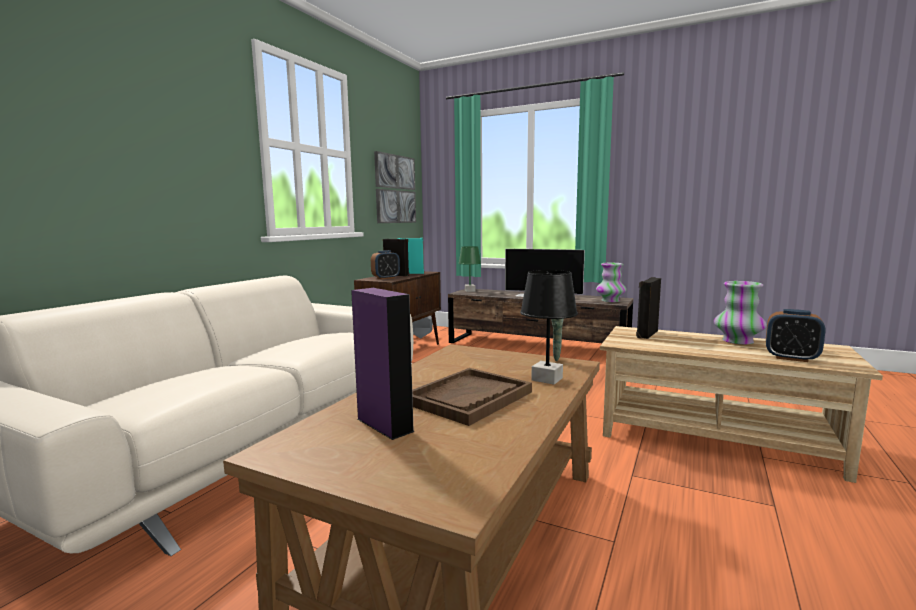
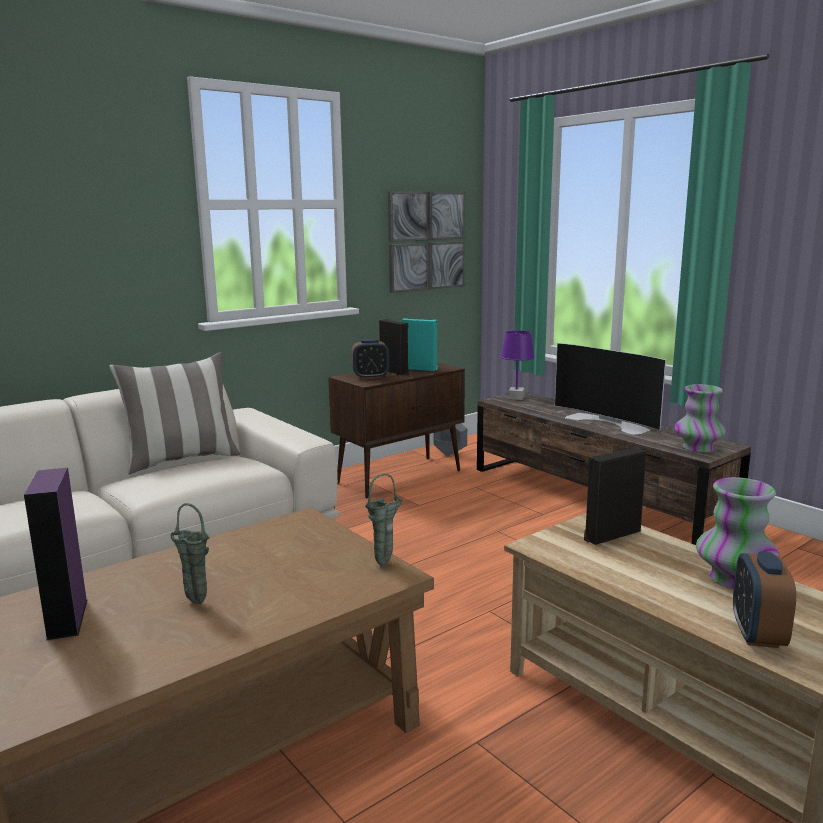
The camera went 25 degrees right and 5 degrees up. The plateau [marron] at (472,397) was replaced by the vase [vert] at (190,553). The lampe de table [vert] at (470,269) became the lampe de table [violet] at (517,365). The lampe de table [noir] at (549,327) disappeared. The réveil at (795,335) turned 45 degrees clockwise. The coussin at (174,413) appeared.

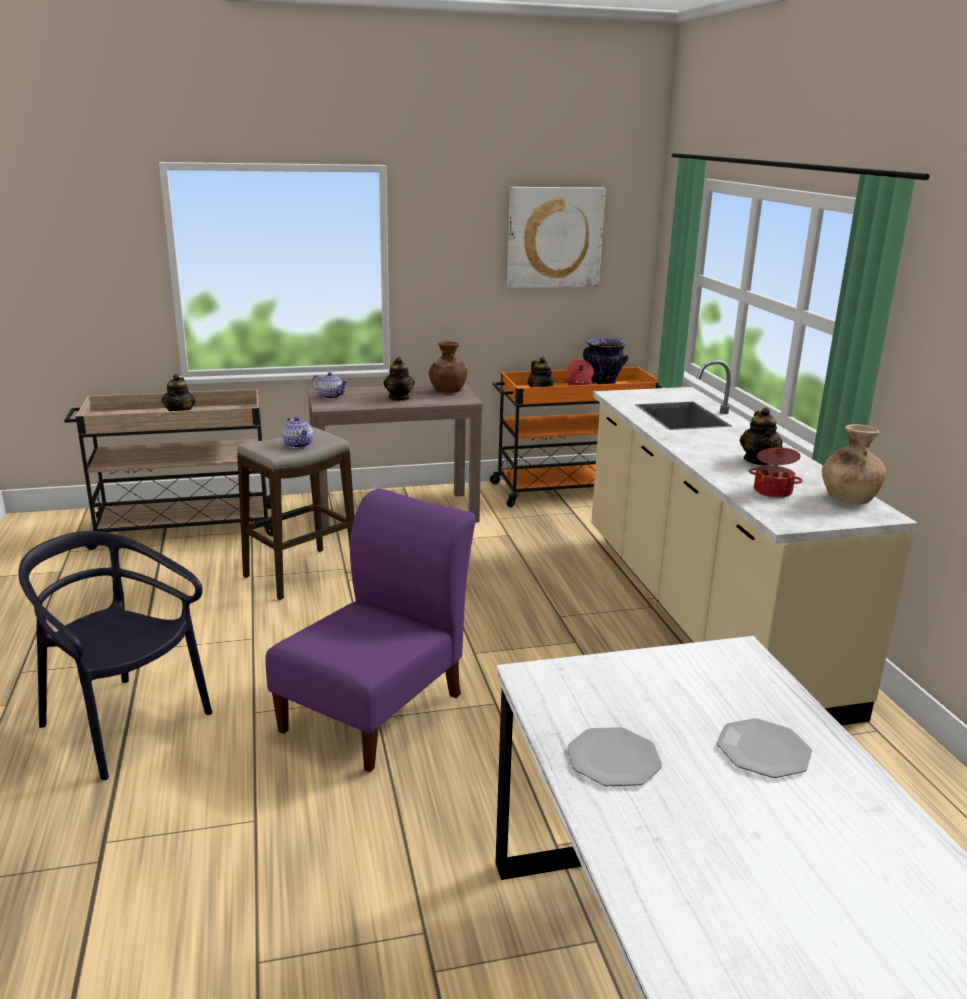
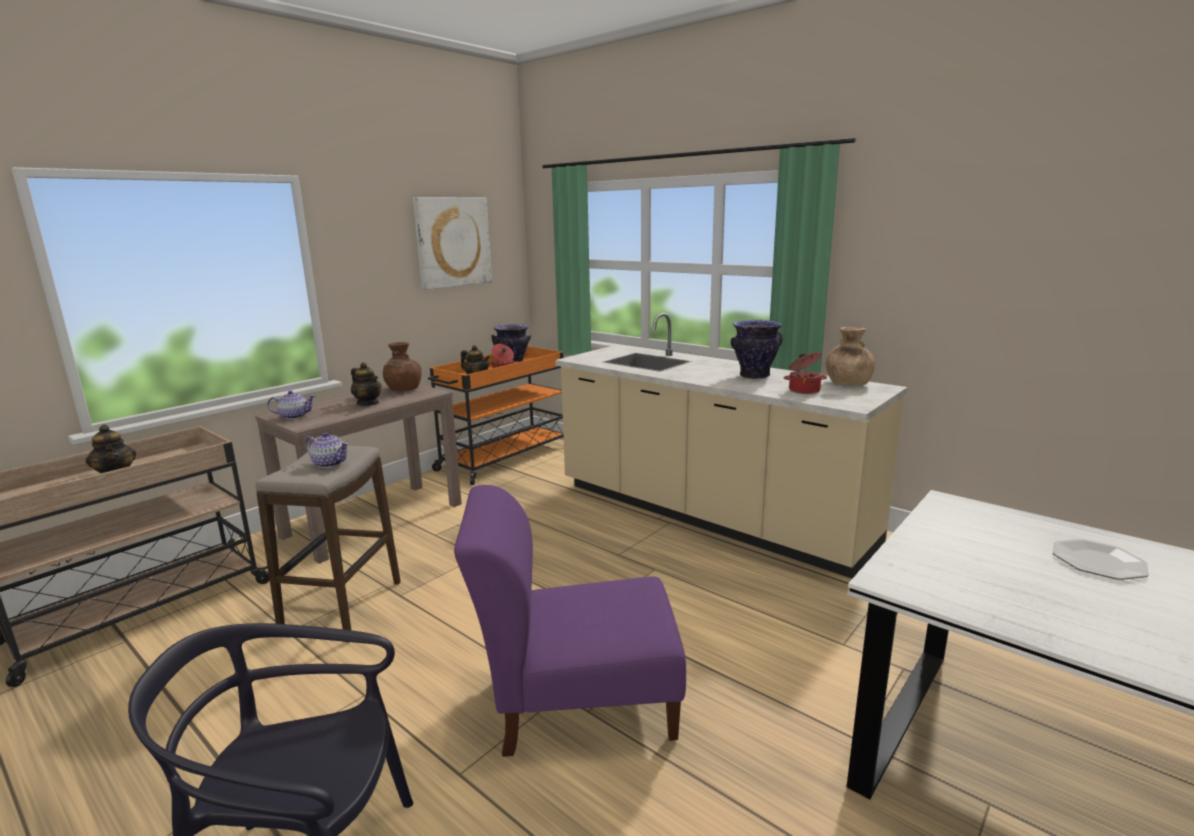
The camera went 35 degrees left and 5 degrees down. The chaise [violet] at (370,631) turned 90 degrees counterclockwise. The assiette at (614,756) disappeared. The théière at (761,436) was replaced by the vase at (757,349).

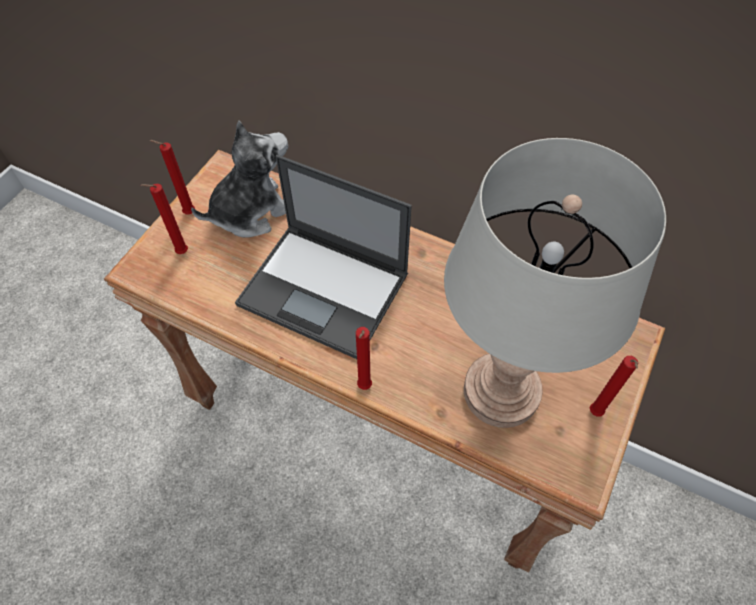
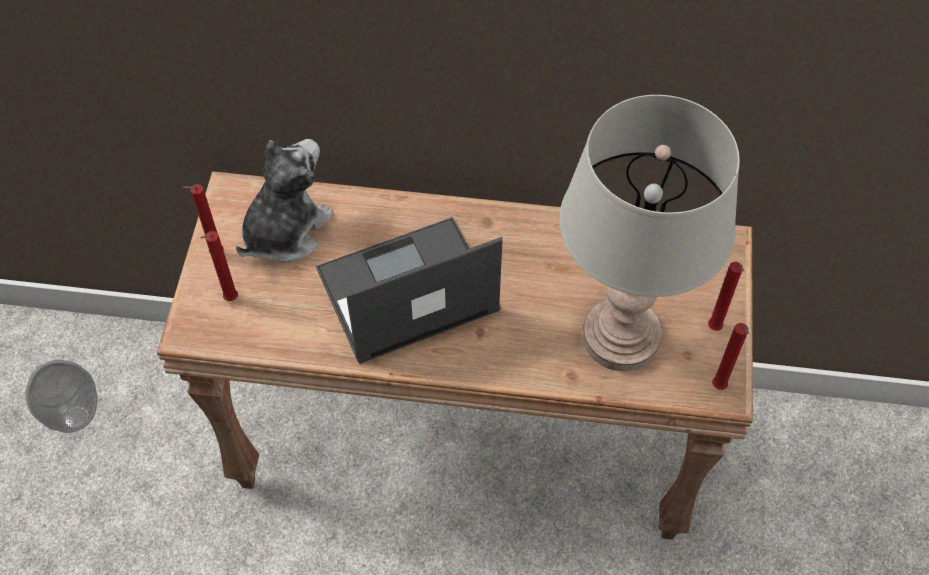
The camera went 20 degrees left and 0 degrees up. The ordinateur portable at (323,257) turned 150 degrees clockwise. The bougie [rouge] moved from (364,358) to (730,356). The vase at (61,396) appeared.

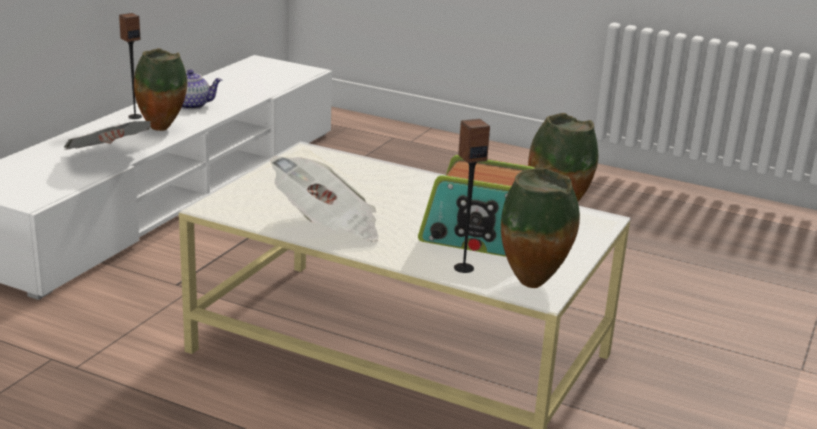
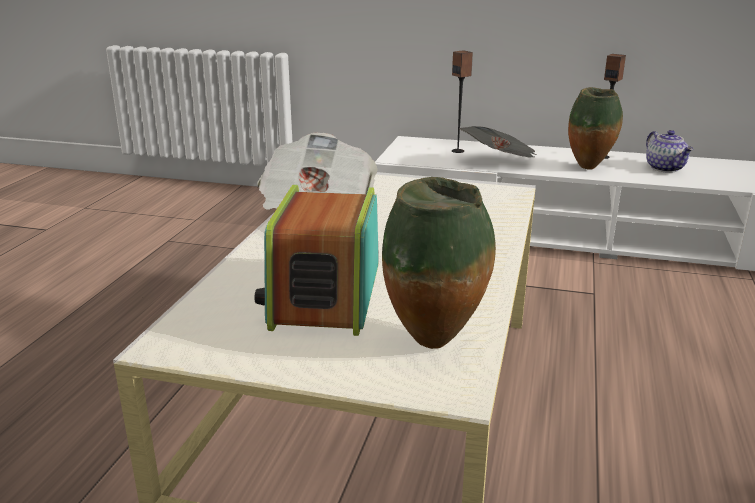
The camera went 80 degrees right and 0 degrees up. The enceinte moved from (472,196) to (462,101). The vase at (540,228) disappeared.

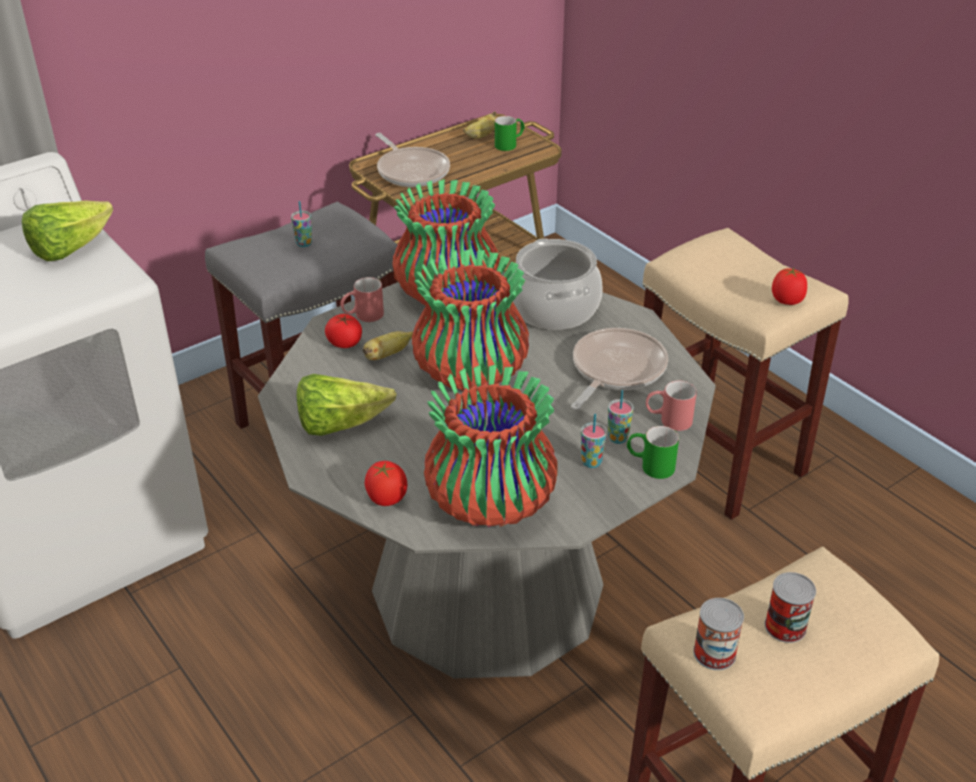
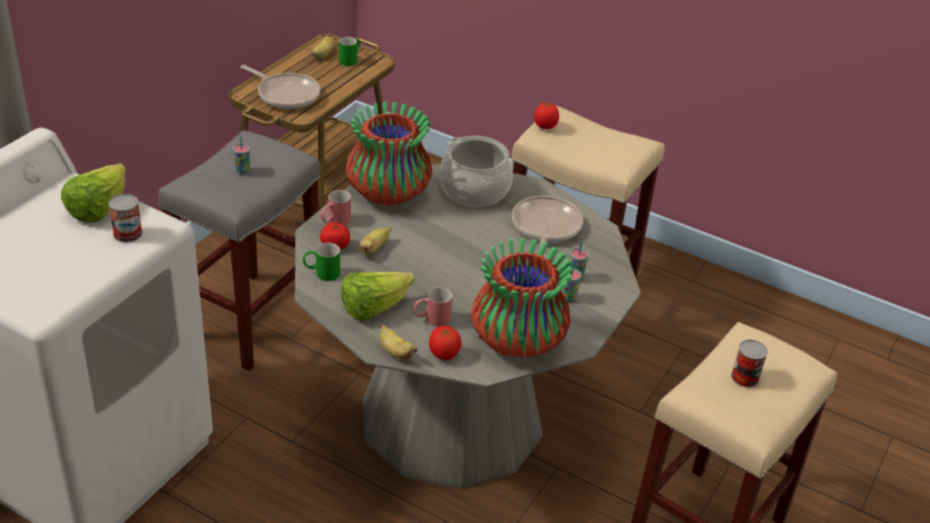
The camera went 25 degrees left and 0 degrees up. The vase at (470,320) disappeared. The mug [vert] moved from (653,452) to (321,262). The mug [rouge] moved from (671,406) to (433,307). The boîte métallique moved from (718,634) to (125,218). The tomate moved from (789,286) to (546,115). The banane at (398,342) appeared.

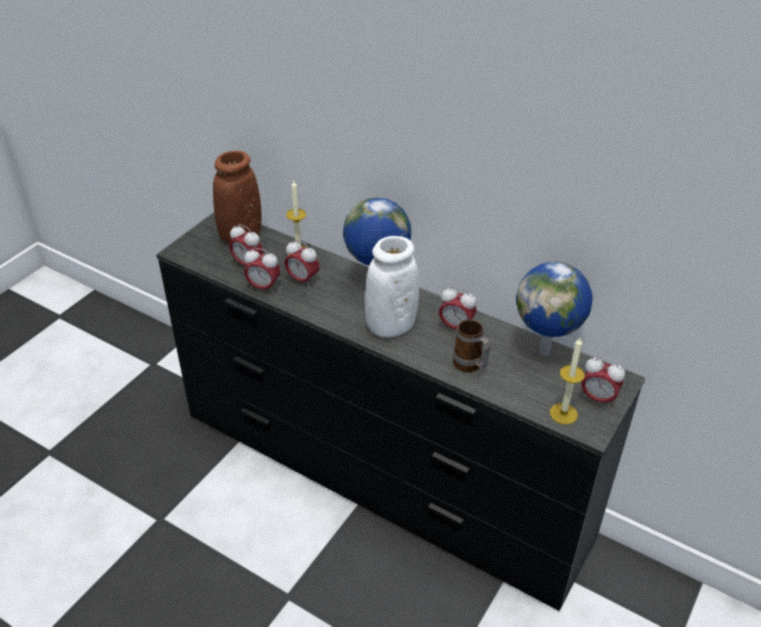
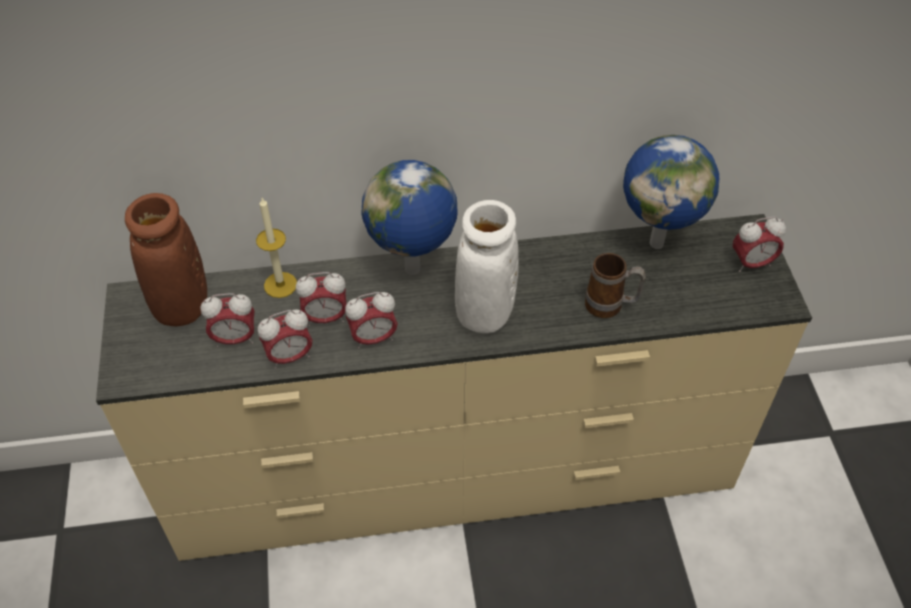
The camera went 40 degrees left and 10 degrees up. The commode [noir] at (401,411) became the commode [beige] at (454,387). The réveil moved from (458,307) to (371,320). The bougie at (567,381) disappeared.

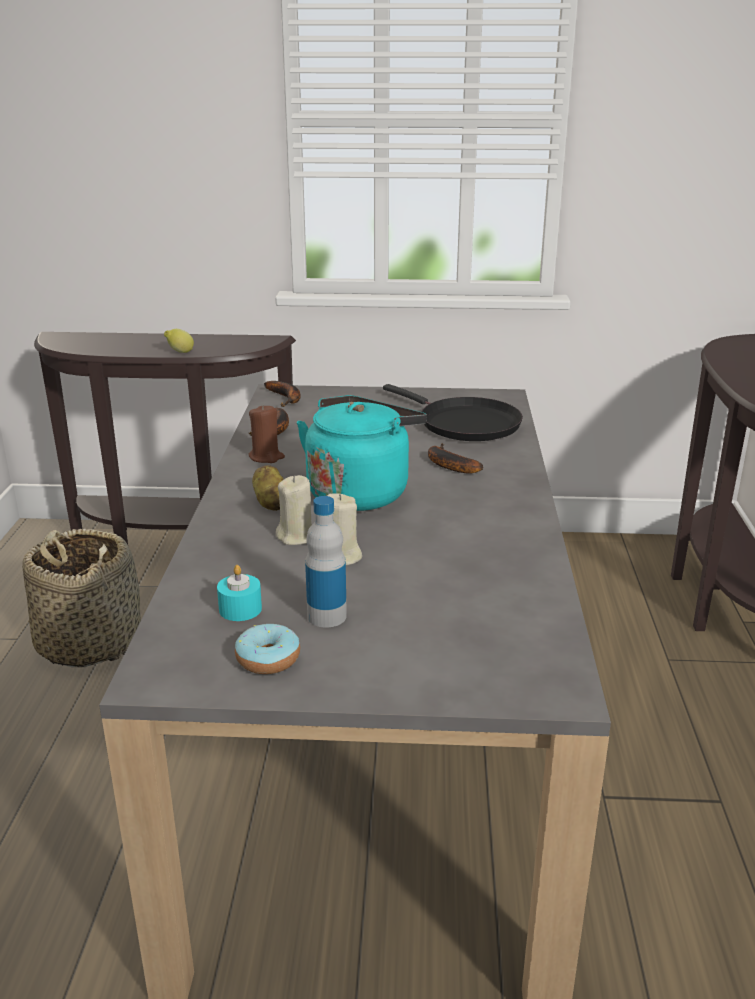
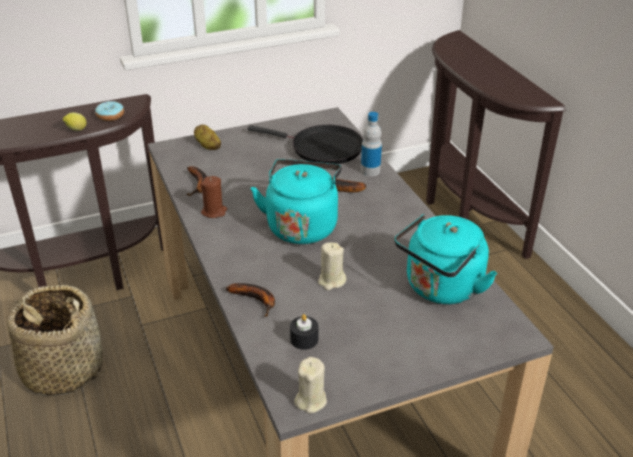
The camera went 25 degrees left and 10 degrees up. The bougie [turquoise] at (239,593) became the bougie [noir] at (304,332). The beignet moved from (267,649) to (109,111). The pomme de terre moved from (268,488) to (207,137). The banane moved from (282,394) to (250,300). The bougie [beige] moved from (294,510) to (310,385). The bouteille moved from (326,562) to (371,144). The bouilloire [turquoise] at (445,259) appeared.

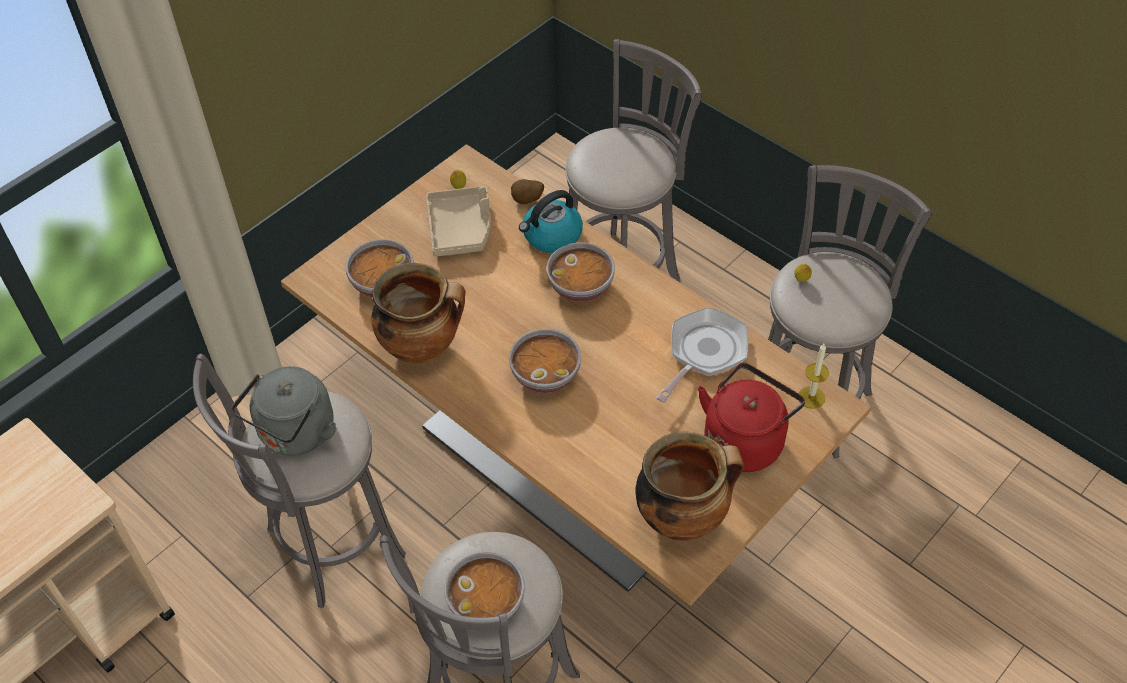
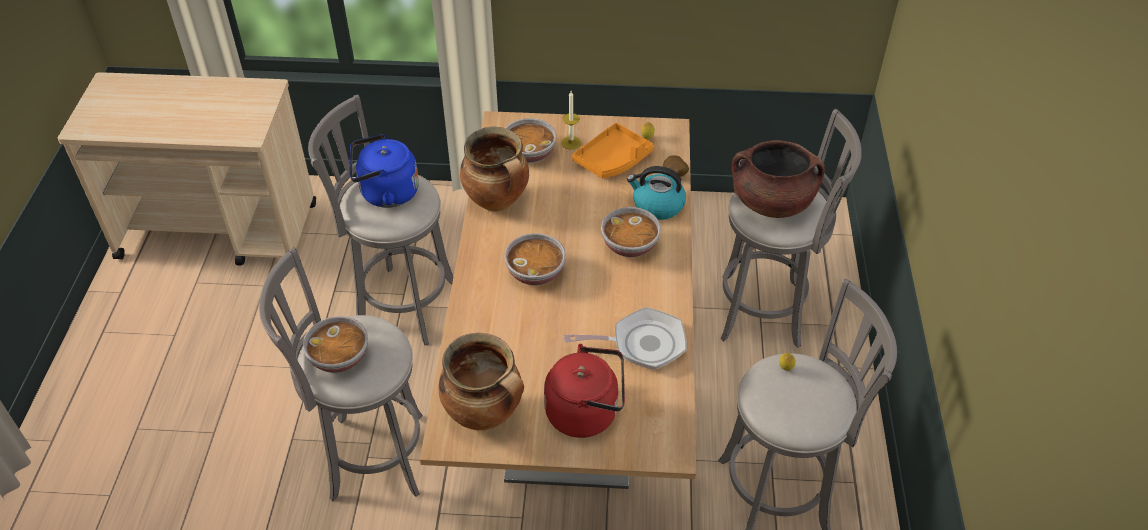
The camera went 50 degrees right and 5 degrees down. The bouilloire [gris] at (283,411) became the bouilloire [bleu] at (384,171). The plateau [beige] at (458,221) became the plateau [orange] at (613,150). The bougie moved from (813,376) to (571,120). The marmite [marron] at (778,179) appeared.

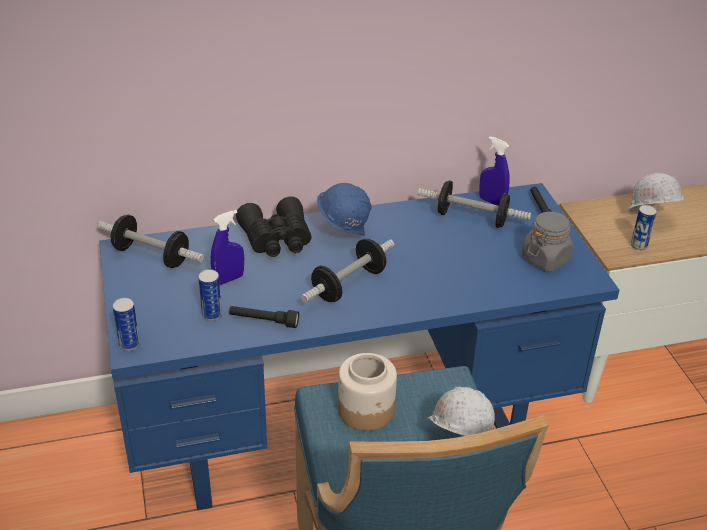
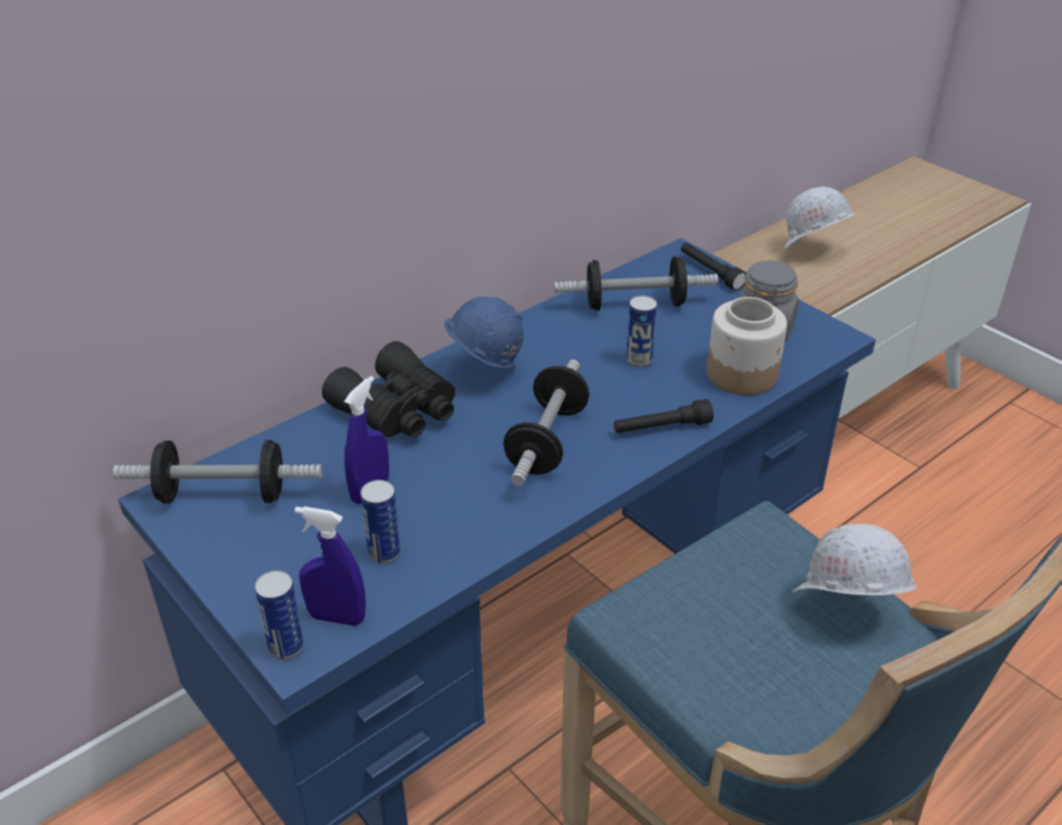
The camera went 25 degrees left and 0 degrees up. The lampe de poche [noir] moved from (264,317) to (664,416). The bocal moved from (367,392) to (747,346). The vaporisateur [bleu] moved from (494,171) to (330,566). The boîte métallique moved from (644,227) to (641,332).

